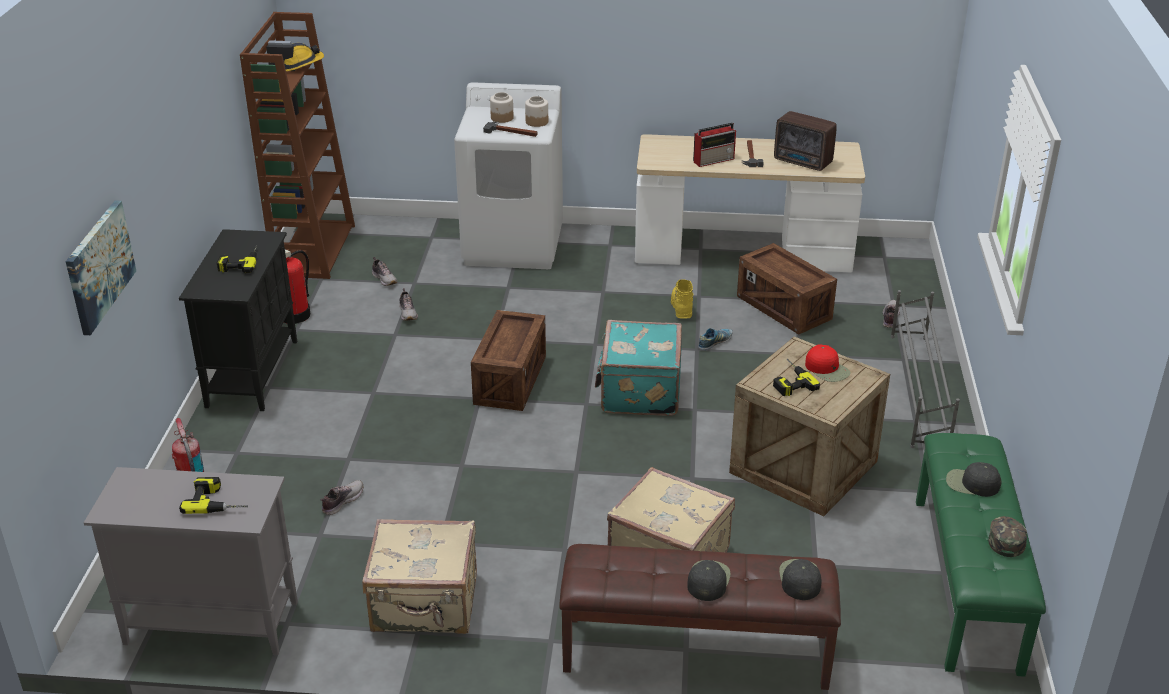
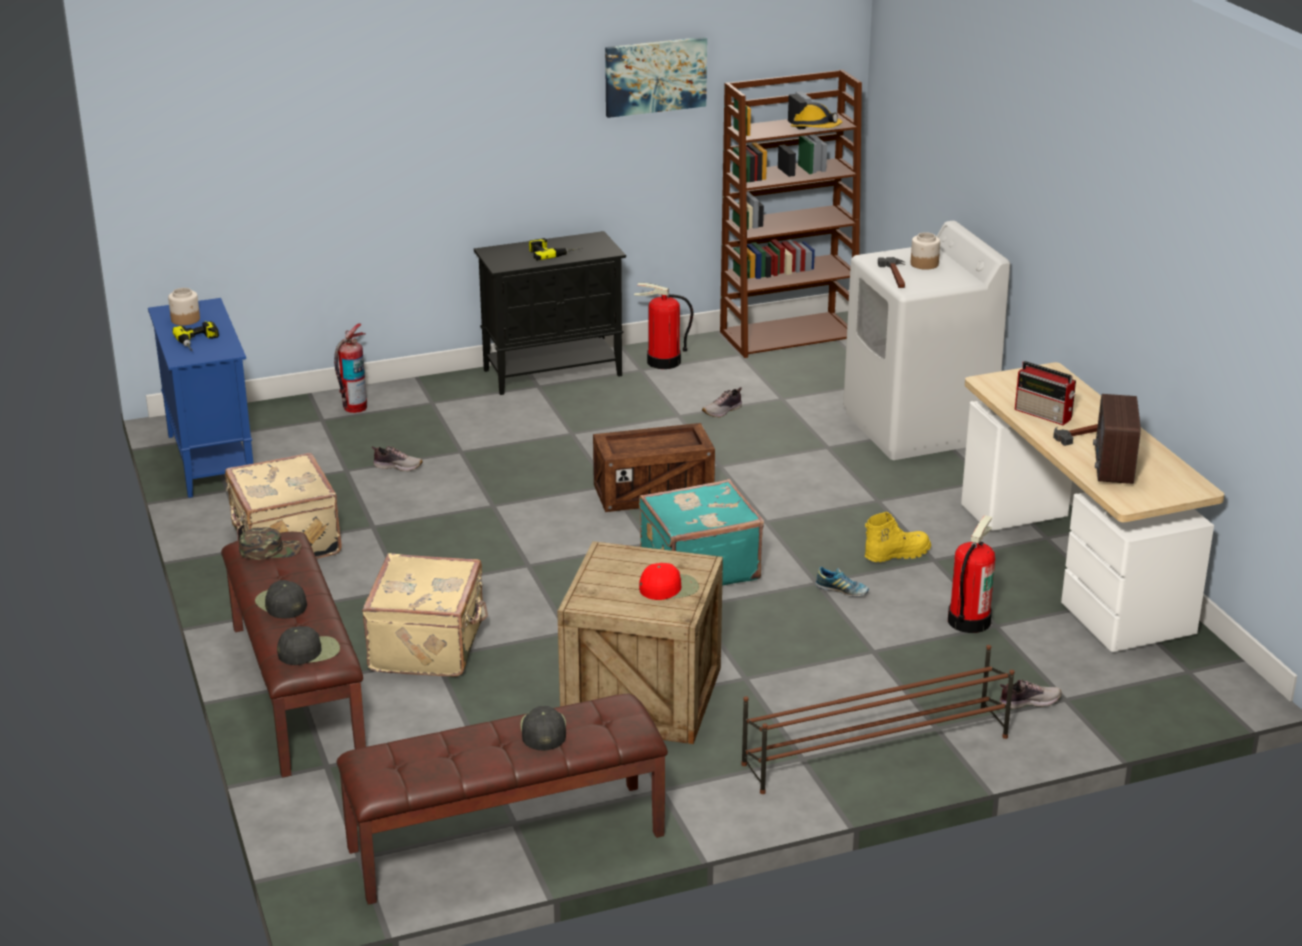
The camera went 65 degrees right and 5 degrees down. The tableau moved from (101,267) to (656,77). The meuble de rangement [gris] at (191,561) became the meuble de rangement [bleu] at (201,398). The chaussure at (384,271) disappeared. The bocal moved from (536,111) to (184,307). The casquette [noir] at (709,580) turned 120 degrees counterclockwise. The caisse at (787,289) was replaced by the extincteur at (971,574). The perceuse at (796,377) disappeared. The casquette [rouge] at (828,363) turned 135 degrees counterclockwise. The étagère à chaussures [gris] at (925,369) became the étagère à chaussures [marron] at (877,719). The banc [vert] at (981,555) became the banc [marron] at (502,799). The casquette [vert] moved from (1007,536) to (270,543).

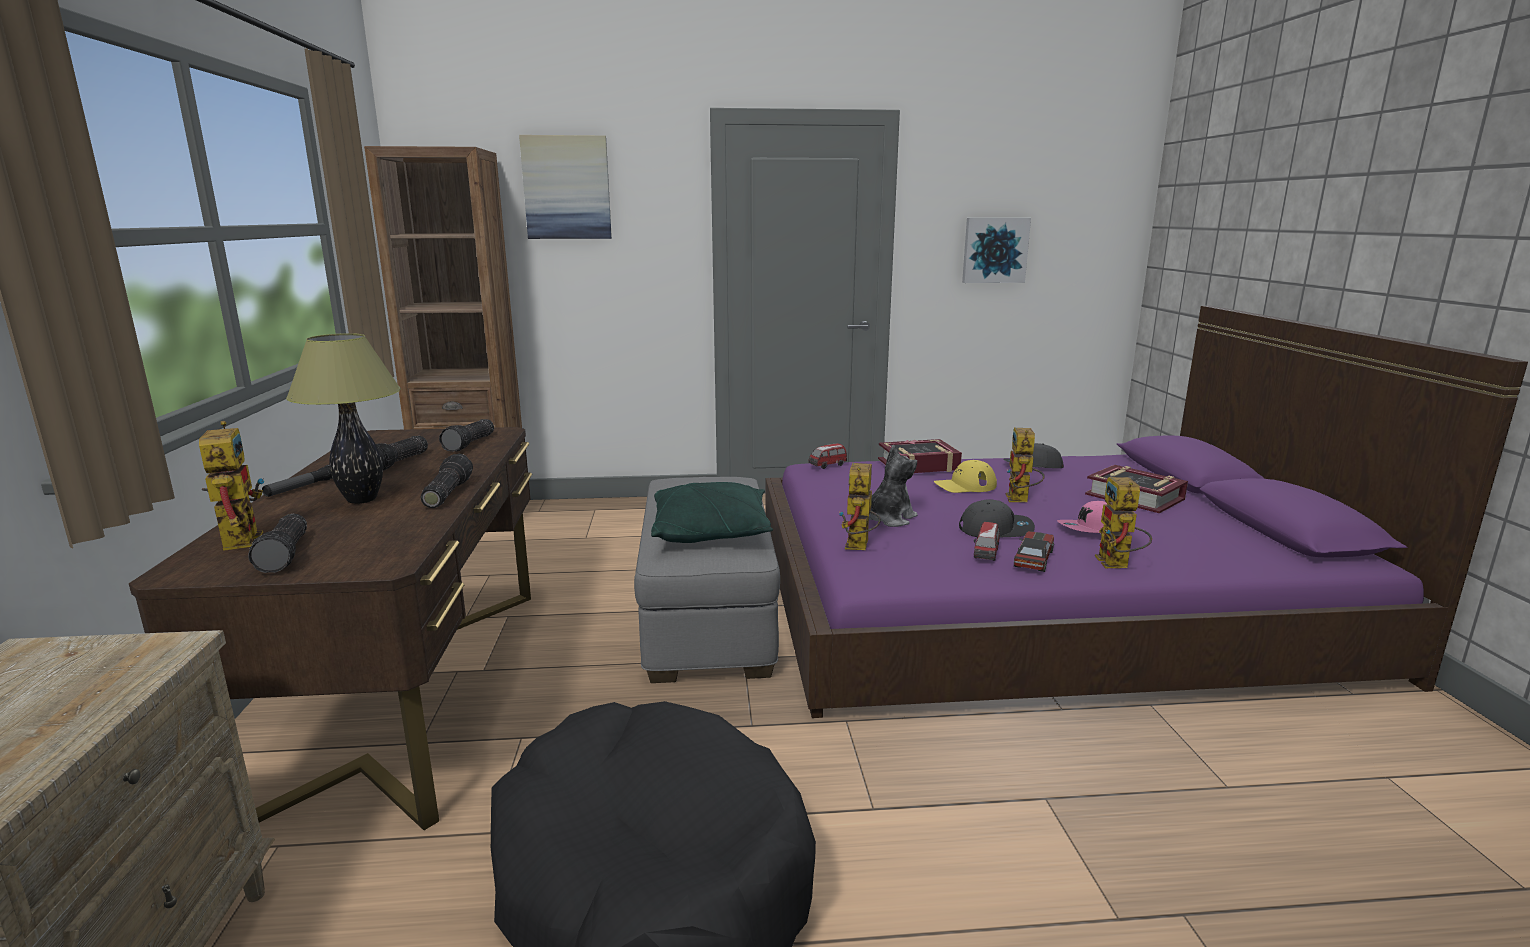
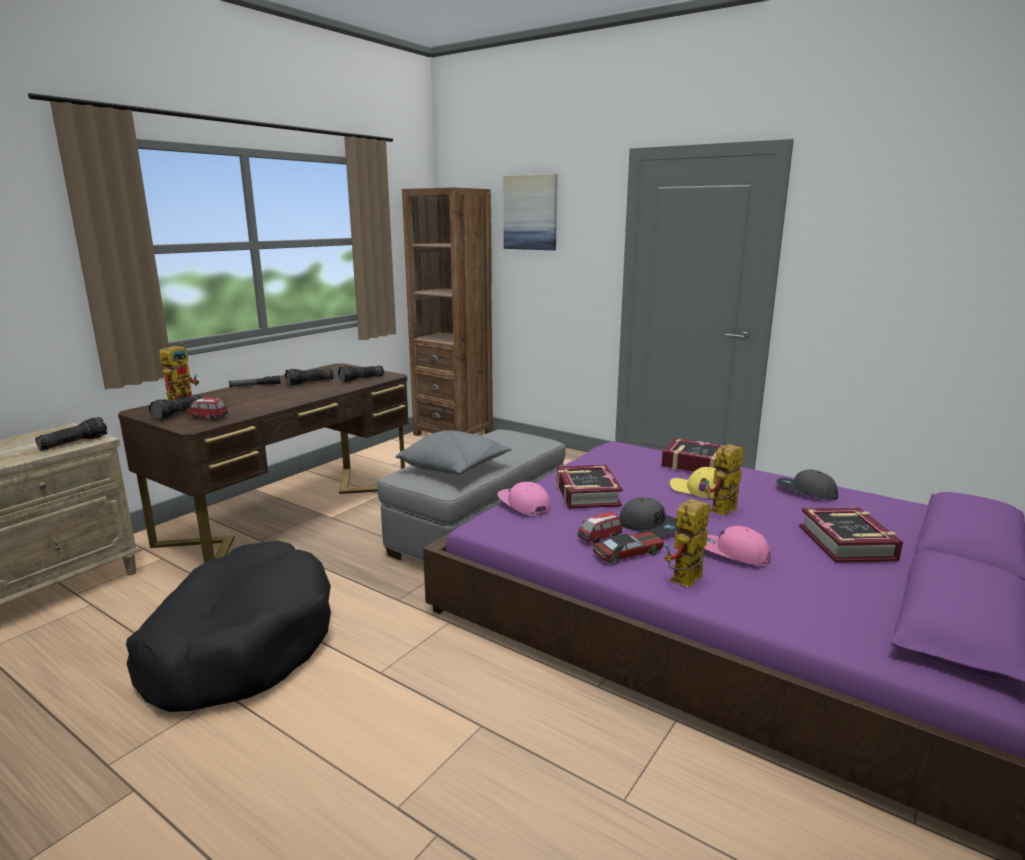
The camera went 40 degrees right and 0 degrees up. The lampe de table at (343,418) disappeared. The lampe de poche moved from (447,481) to (71,433). The coussin [vert] at (712,512) became the coussin [gris] at (454,452). The petite voiture moved from (827,456) to (207,409). The robot jouet at (860,506) was replaced by the casquette [rose] at (524,499). The peluche at (893,486) was replaced by the livre at (590,487). The tableau at (996,250) disappeared.

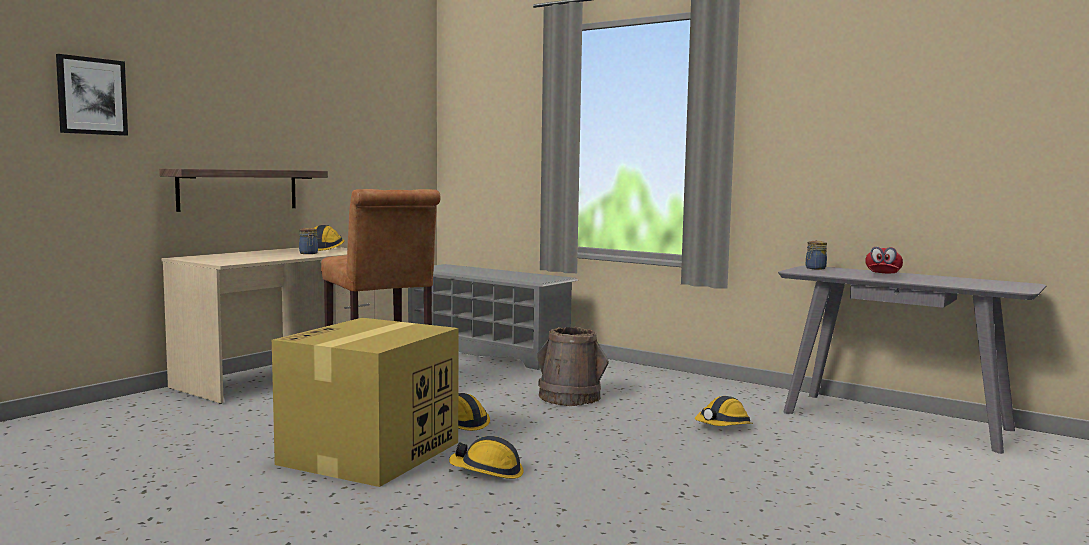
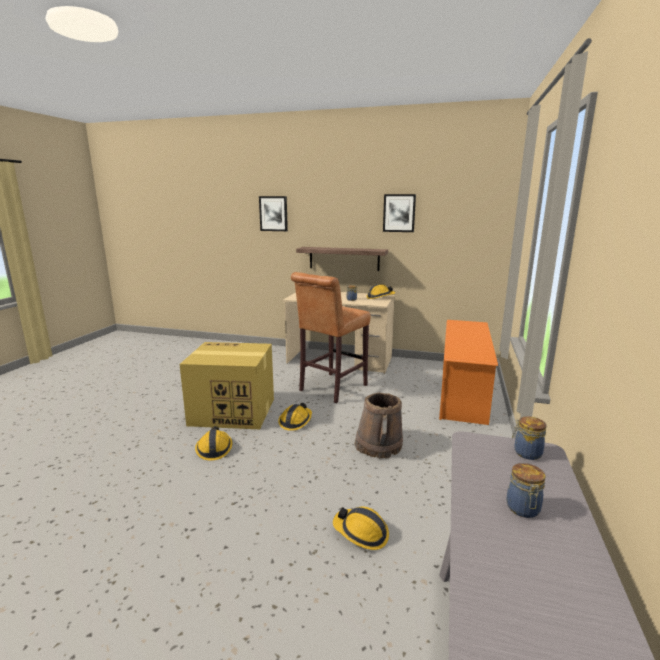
The camera went 70 degrees right and 10 degrees up. The étagère à chaussures [gris] at (493,317) became the étagère à chaussures [orange] at (468,372). The casquette [rouge] at (884,259) was replaced by the bocal at (526,490). The tableau at (399,213) appeared.

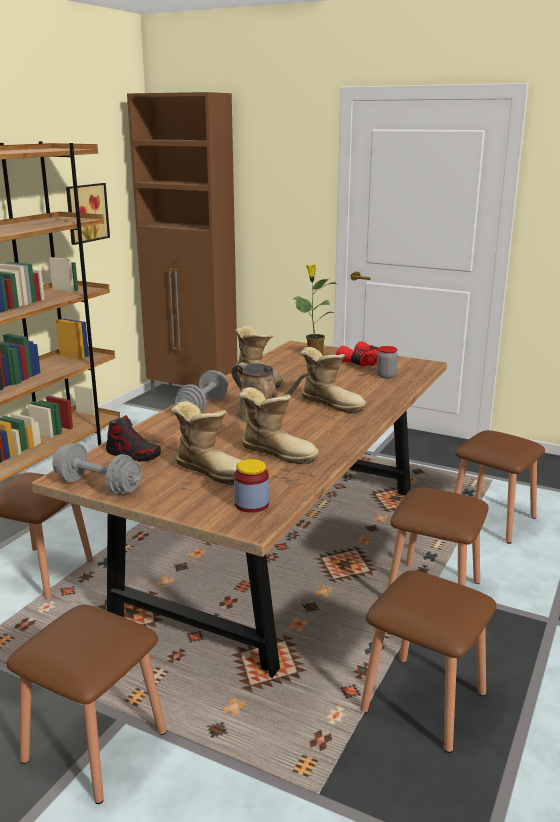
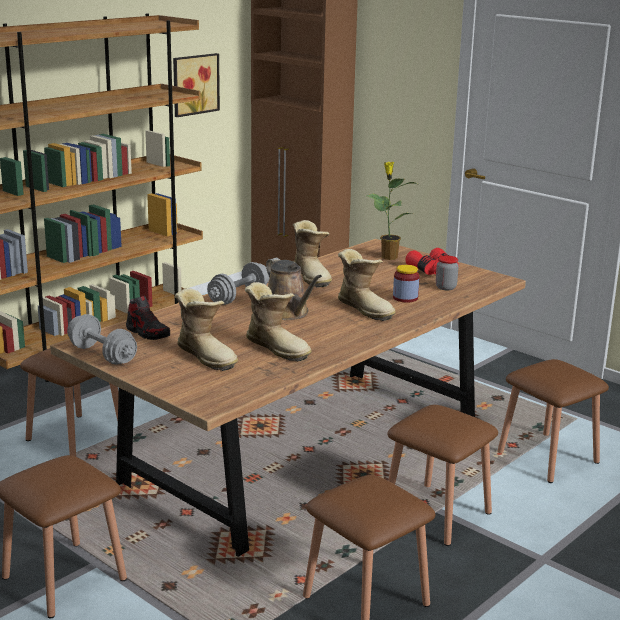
The camera went 15 degrees right and 0 degrees up. The bocal moved from (251,486) to (406,283).

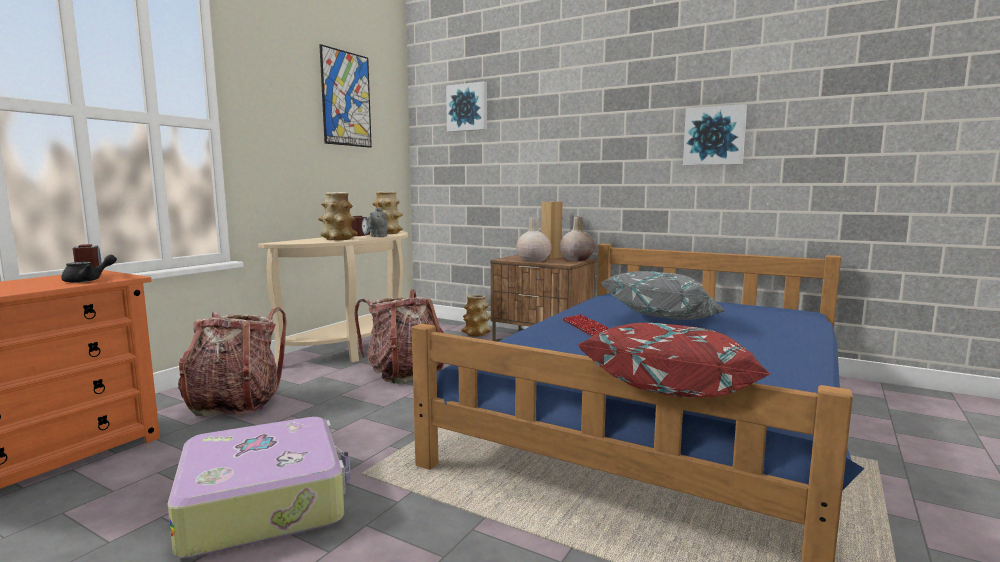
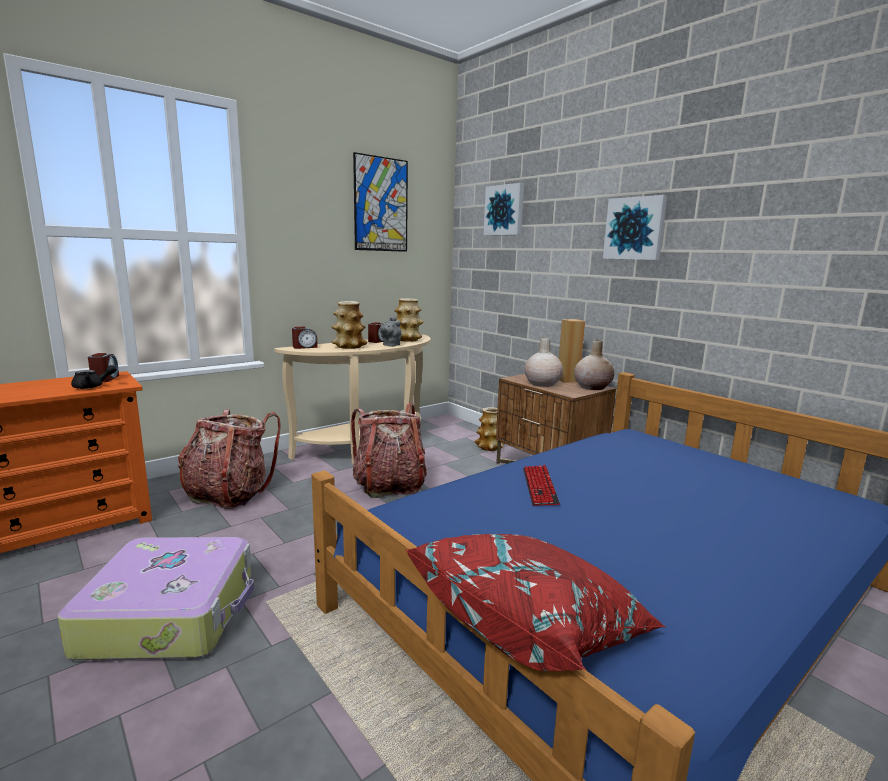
The camera went 20 degrees right and 5 degrees up. The coussin [gris] at (663,295) disappeared. The tableau moved from (715,134) to (635,227). The réveil at (305,338) appeared.

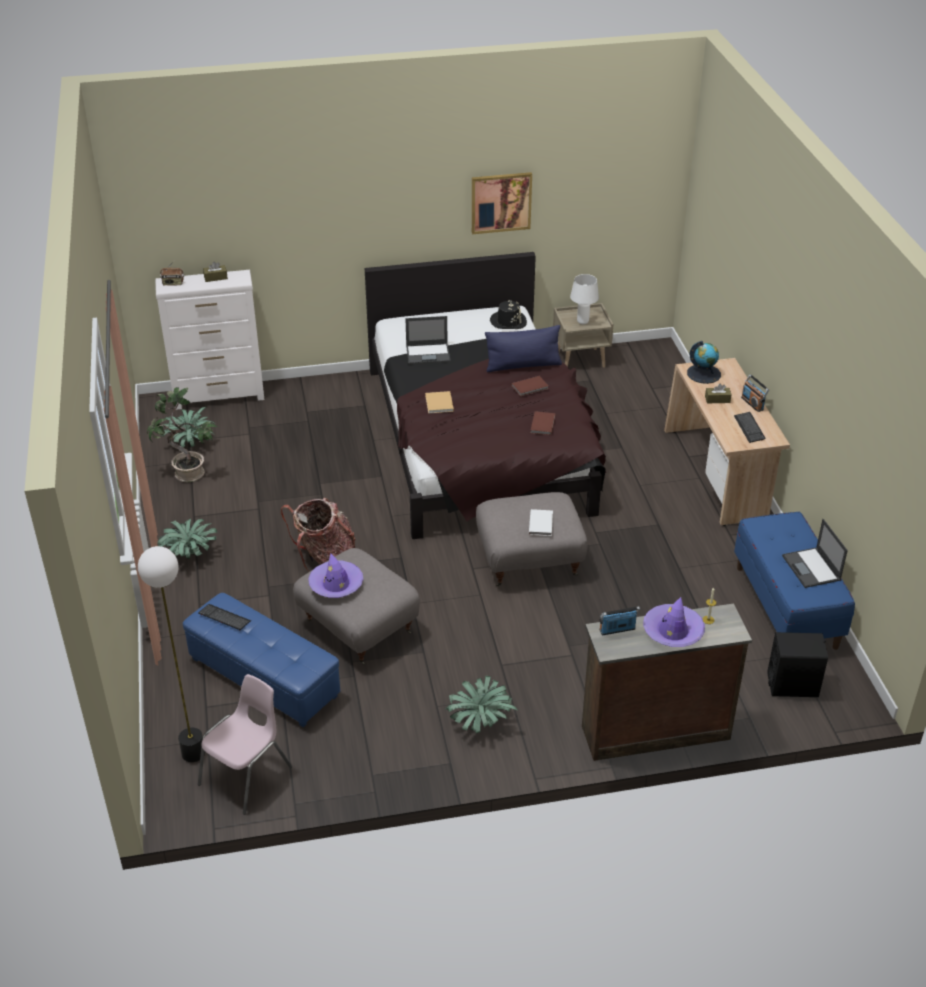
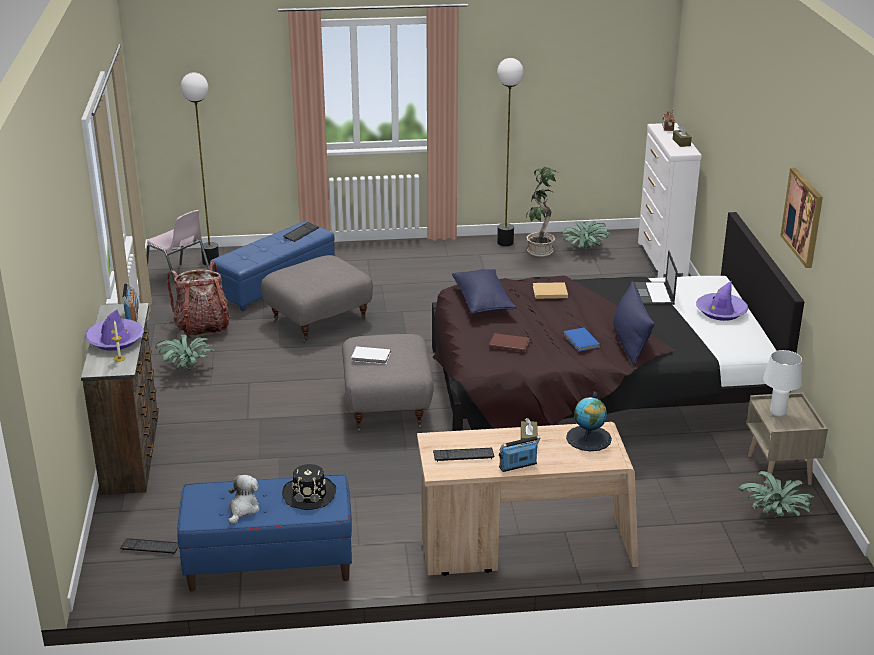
The camera went 95 degrees right and 10 degrees down. The plante en pot moved from (187,539) to (776,494). The sac à dos moved from (318,535) to (198,300). The chapeau [violet] moved from (335,575) to (722,300). The chapeau [noir] moved from (508,314) to (309,487). The livre [marron] at (529,386) became the livre [bleu] at (582,340). The enceinte [noir] at (797,664) was replaced by the clavier at (149,546). The ordinateur portable at (815,553) was replaced by the peluche at (244,500). The coussin [bleu] at (484,291) appeared. The lampadaire at (510,152) appeared.

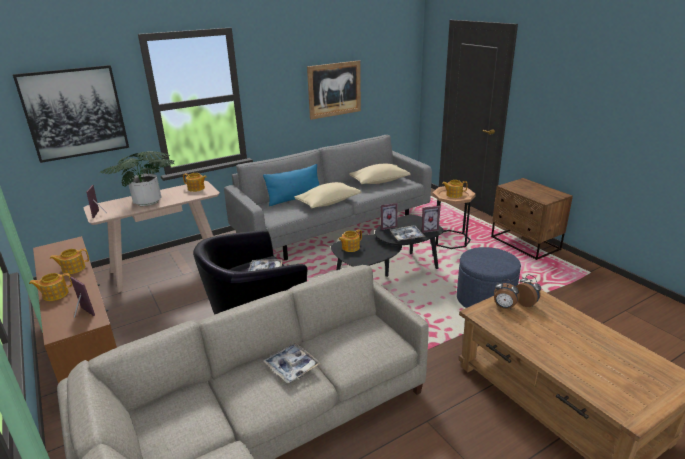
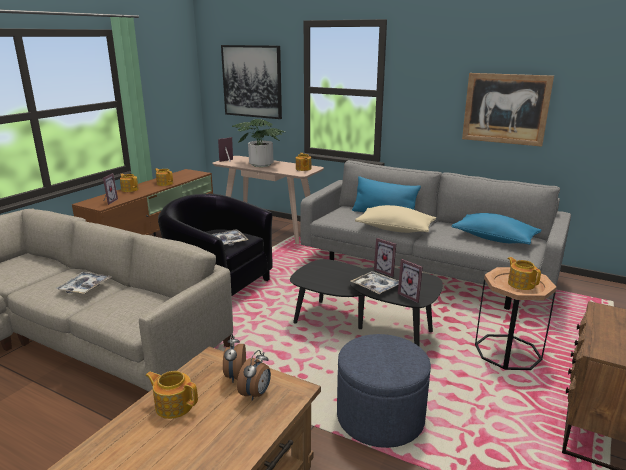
The camera went 60 degrees right and 5 degrees down. The théière moved from (350,240) to (171,395). The coussin [beige] at (380,173) became the coussin [bleu] at (496,229).

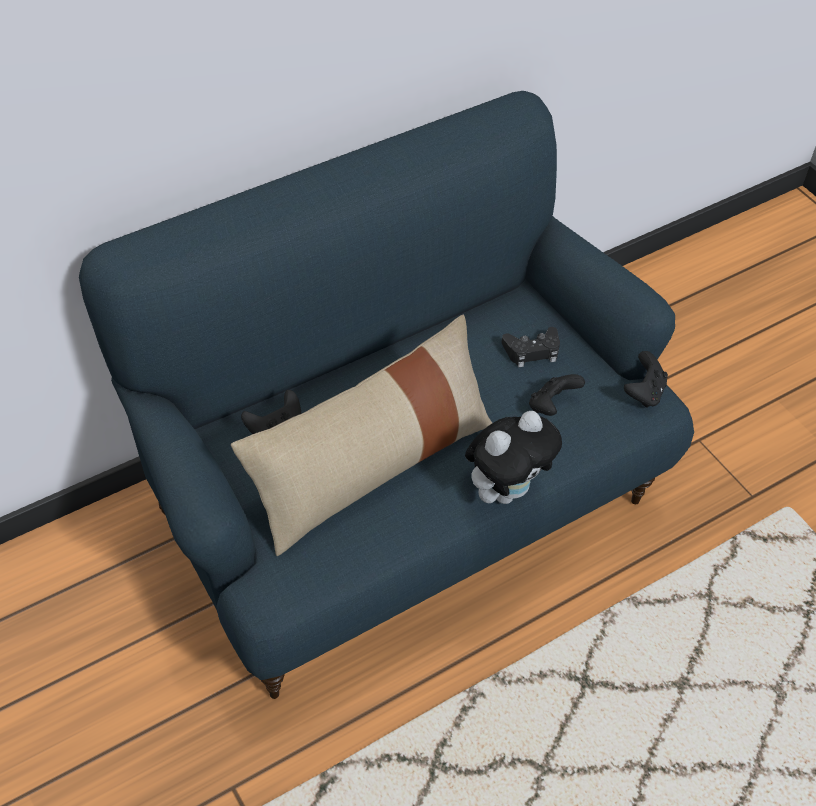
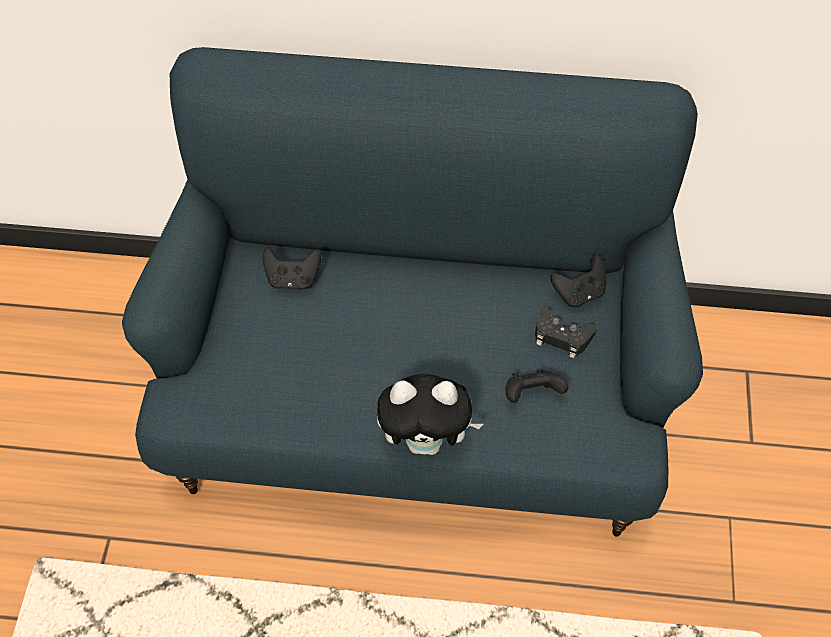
The camera went 40 degrees right and 5 degrees up. The coussin [beige] at (361,435) disappeared. The manette [noir] moved from (646,379) to (578,281).

